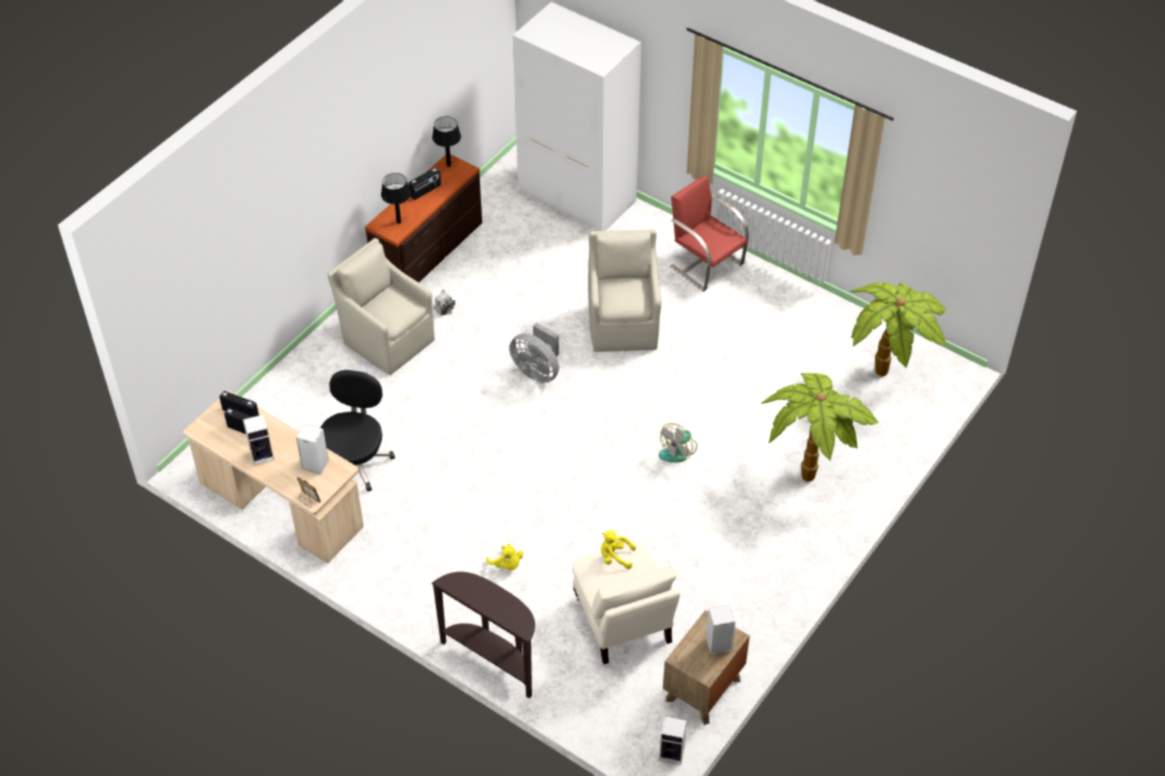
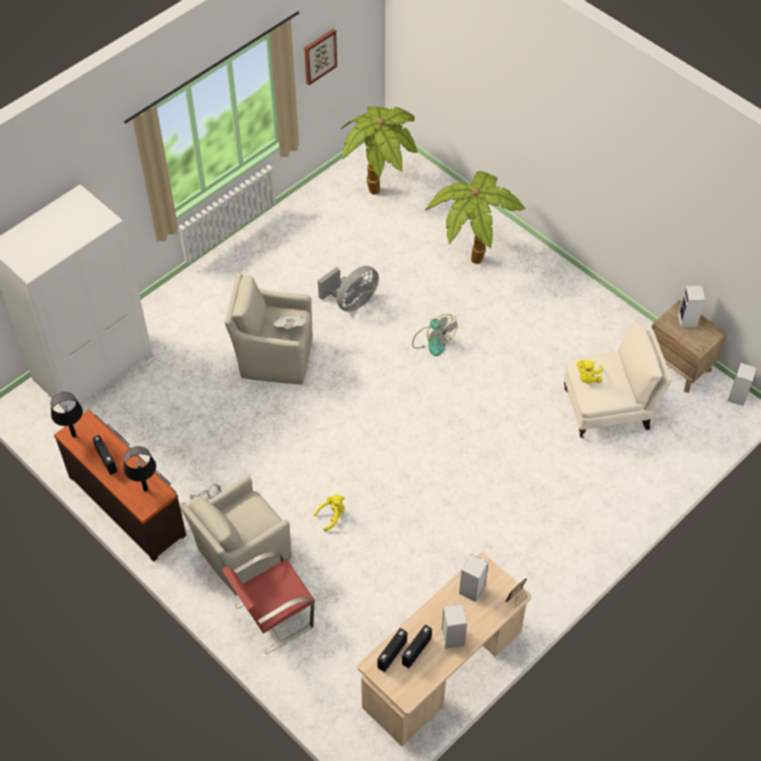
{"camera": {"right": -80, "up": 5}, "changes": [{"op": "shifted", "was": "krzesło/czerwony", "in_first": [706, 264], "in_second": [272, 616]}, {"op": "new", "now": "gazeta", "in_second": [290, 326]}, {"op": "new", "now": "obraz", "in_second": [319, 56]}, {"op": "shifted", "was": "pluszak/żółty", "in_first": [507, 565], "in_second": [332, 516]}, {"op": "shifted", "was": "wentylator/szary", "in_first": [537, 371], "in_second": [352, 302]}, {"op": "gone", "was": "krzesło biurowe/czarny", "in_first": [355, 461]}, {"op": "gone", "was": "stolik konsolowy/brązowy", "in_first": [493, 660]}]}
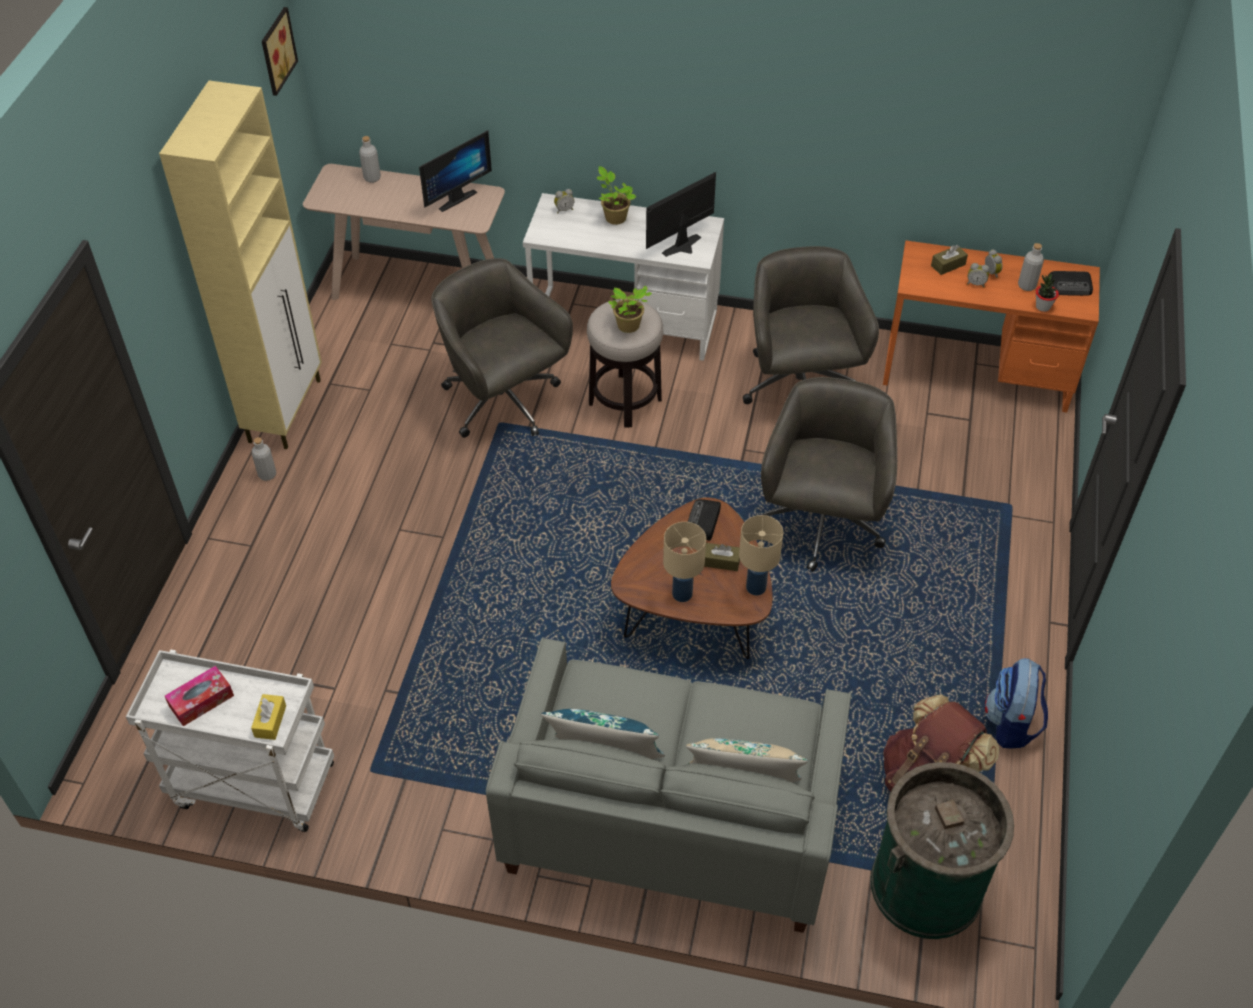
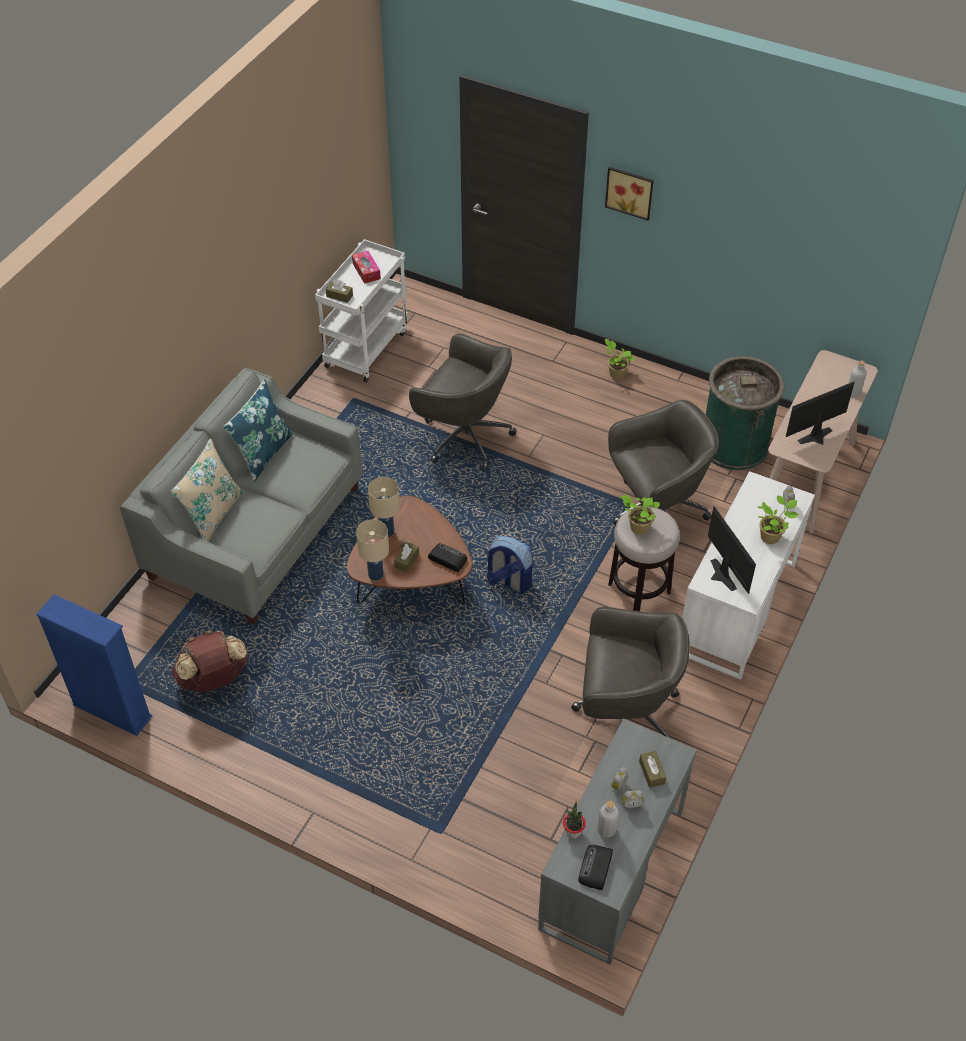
{"camera": {"right": 105, "up": 0}, "changes": [{"op": "new", "now": "regał/niebieski", "in_second": [112, 711]}, {"op": "repainted", "was": "pudełko chusteczek/żółty", "now": "pudełko chusteczek/brązowy", "in_first": [270, 721], "in_second": [339, 296]}, {"op": "shifted", "was": "krzesło biurowe/szary", "in_first": [821, 524], "in_second": [464, 436]}, {"op": "shifted", "was": "plecak", "in_first": [1011, 724], "in_second": [508, 581]}, {"op": "repainted", "was": "biurko/pomarańczowy", "now": "biurko/szary", "in_first": [977, 372], "in_second": [611, 870]}, {"op": "shifted", "was": "obraz", "in_first": [275, 50], "in_second": [630, 191]}, {"op": "swapped", "was": "butelka/szary", "now": "roślina doniczkowa", "in_first": [267, 474], "in_second": [616, 373]}, {"op": "shifted", "was": "kosz na śmieci/zielony", "in_first": [926, 885], "in_second": [734, 444]}, {"op": "rotated", "was": "monitor", "in_first": [454, 198], "in_second": [818, 438], "clockwise": 90}, {"op": "gone", "was": "szafka/beżowy", "in_first": [286, 410]}]}
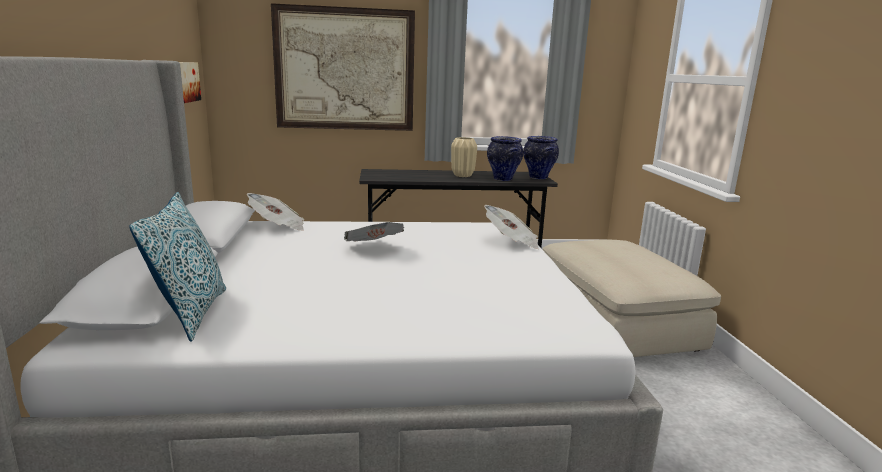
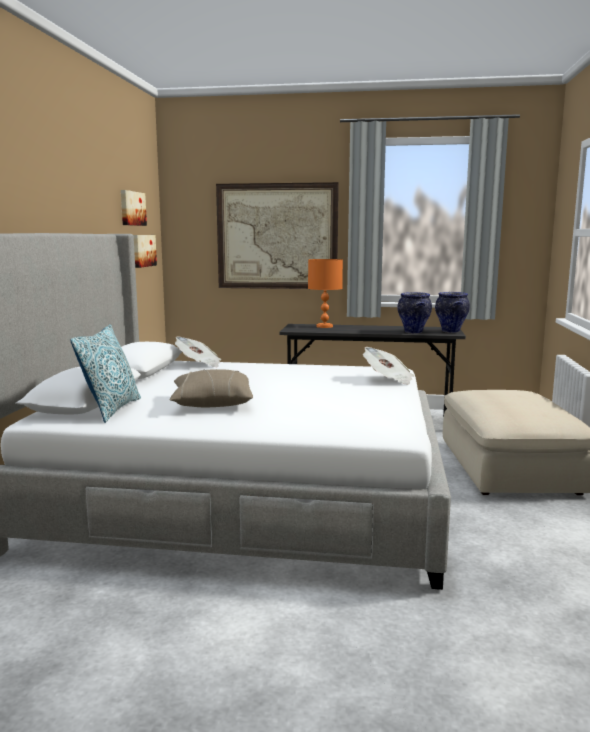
{"camera": {"right": 15, "up": -5}, "changes": [{"op": "new", "now": "obraz", "in_second": [132, 208]}, {"op": "new", "now": "poduszka/beżowy", "in_second": [212, 403]}, {"op": "new", "now": "lampa stołowa/pomarańczowy", "in_second": [324, 326]}, {"op": "gone", "was": "gazeta", "in_first": [373, 249]}, {"op": "gone", "was": "wazon/beżowy", "in_first": [462, 175]}]}
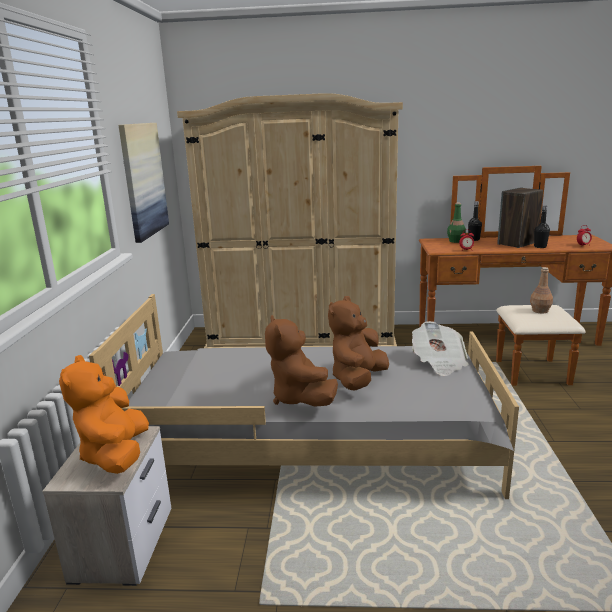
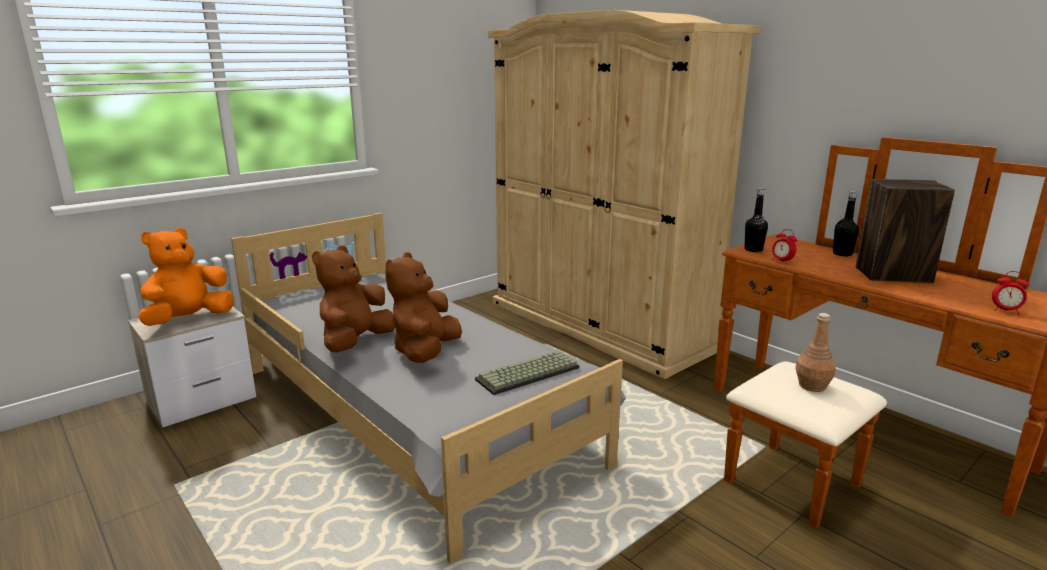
{"camera": {"right": 45, "up": 0}, "changes": [{"op": "rotated", "was": "pluszak/brązowy", "in_first": [358, 380], "in_second": [425, 352], "clockwise": -60}, {"op": "swapped", "was": "gazeta", "now": "klawiatura", "in_first": [439, 362], "in_second": [528, 375]}, {"op": "shifted", "was": "butelka/czarny", "in_first": [540, 247], "in_second": [753, 250]}, {"op": "gone", "was": "obraz", "in_first": [143, 180]}, {"op": "gone", "was": "butelka/zielony", "in_first": [456, 241]}]}
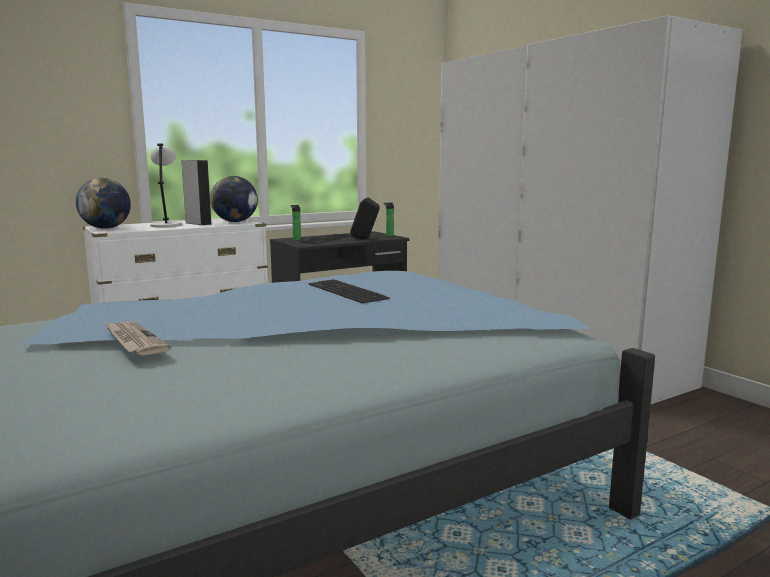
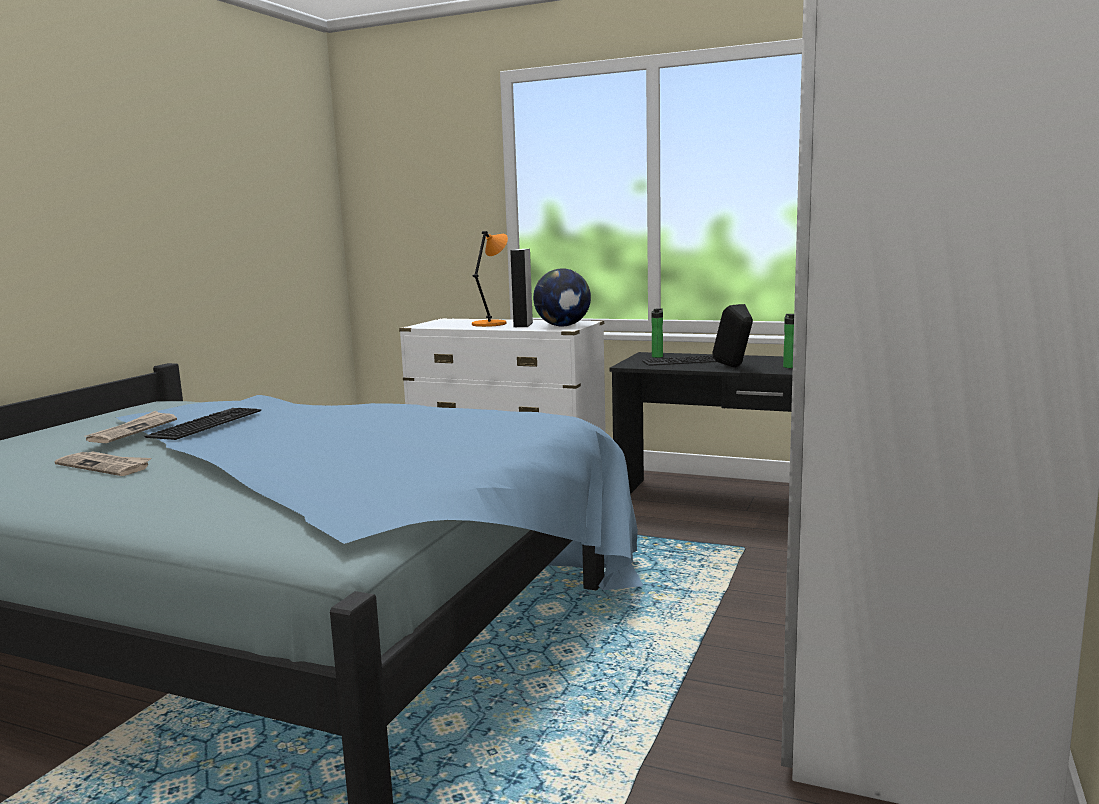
{"camera": {"right": 55, "up": 0}, "changes": [{"op": "new", "now": "gazeta", "in_second": [105, 466]}, {"op": "shifted", "was": "klawiatura", "in_first": [344, 291], "in_second": [205, 423]}, {"op": "repainted", "was": "lampa stołowa/szary", "now": "lampa stołowa/pomarańczowy", "in_first": [166, 225], "in_second": [490, 324]}, {"op": "gone", "was": "globus", "in_first": [106, 228]}]}
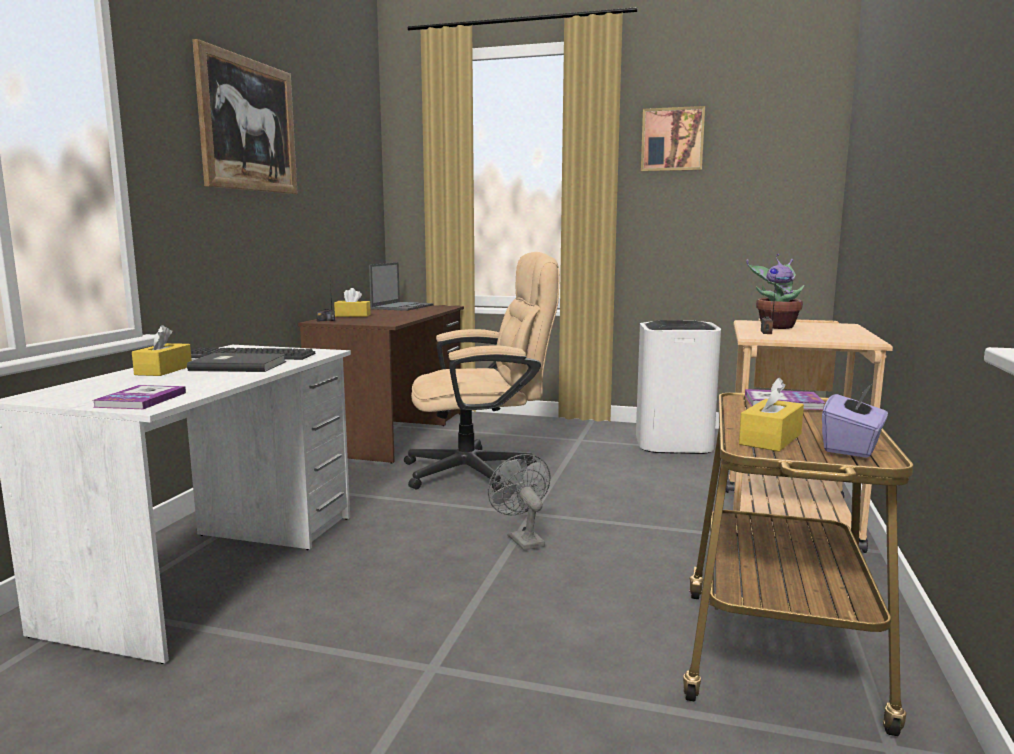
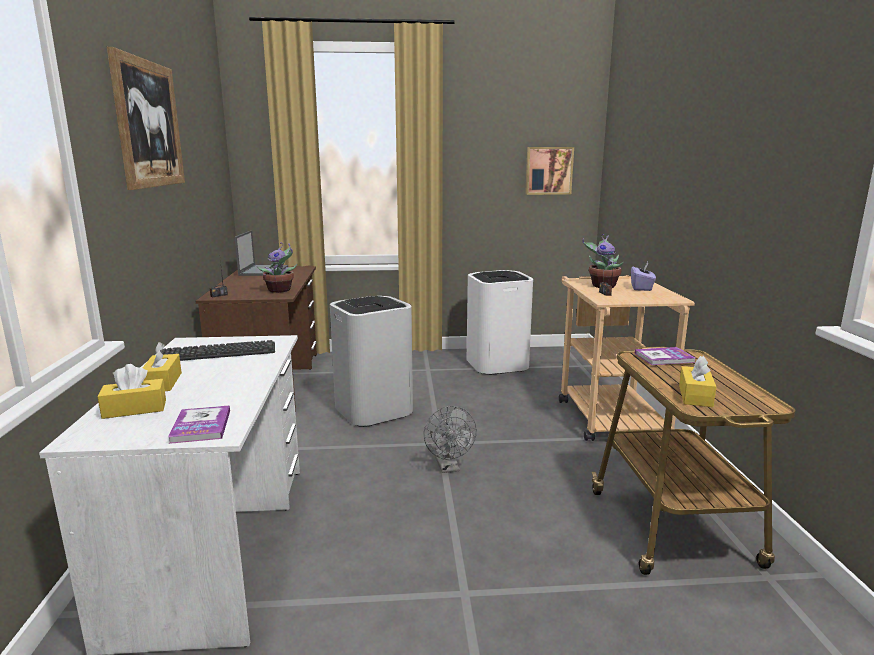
{"camera": {"right": -20, "up": 5}, "changes": [{"op": "shifted", "was": "pudełko chusteczek/żółty", "in_first": [352, 315], "in_second": [134, 409]}, {"op": "new", "now": "roślina doniczkowa", "in_second": [281, 290]}, {"op": "swapped", "was": "krzesło biurowe/beżowy", "now": "kosz na śmieci/biały", "in_first": [482, 471], "in_second": [374, 410]}, {"op": "rotated", "was": "wentylator/szary", "in_first": [522, 539], "in_second": [449, 467], "clockwise": -150}, {"op": "shifted", "was": "obraz", "in_first": [672, 140], "in_second": [548, 170]}, {"op": "shifted", "was": "pudełko chusteczek/fioletowy", "in_first": [852, 447], "in_second": [641, 288]}, {"op": "gone", "was": "książka/szary", "in_first": [238, 365]}]}
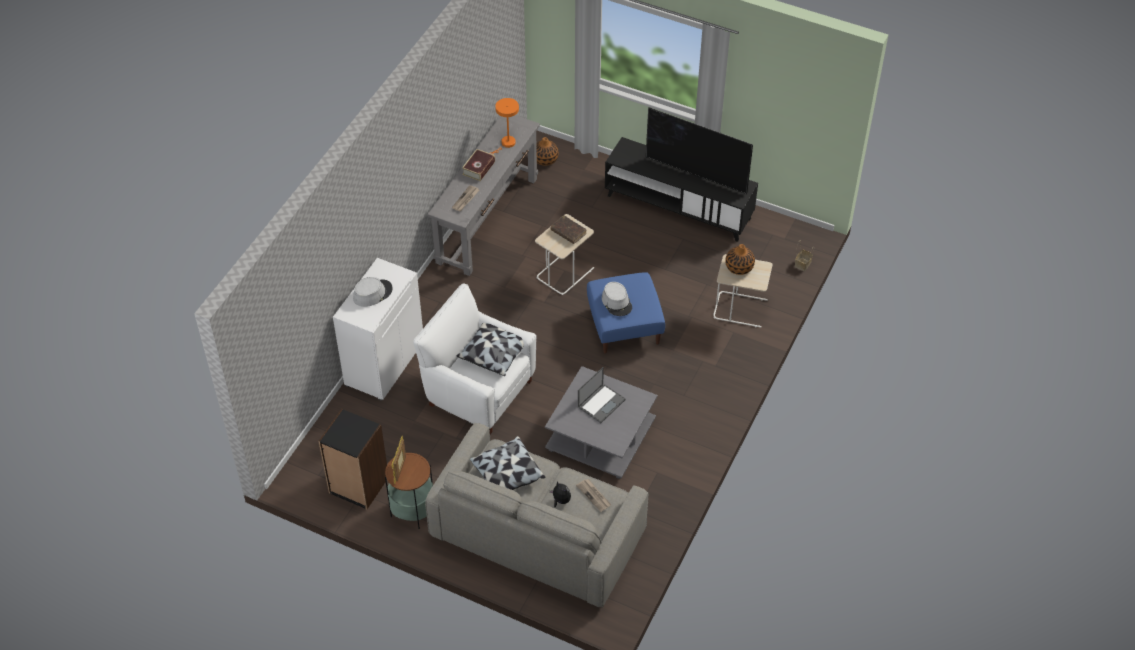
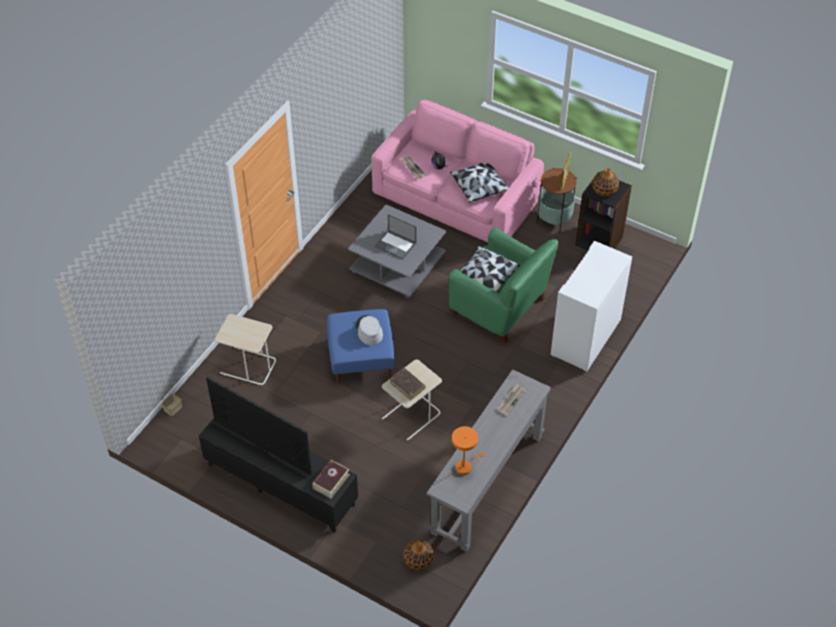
{"camera": {"right": -175, "up": 0}, "changes": [{"op": "shifted", "was": "książka", "in_first": [478, 168], "in_second": [331, 481]}, {"op": "repainted", "was": "kanapa/szary", "now": "kanapa/różowy", "in_first": [537, 534], "in_second": [456, 198]}, {"op": "rotated", "was": "laptop", "in_first": [601, 403], "in_second": [396, 245], "clockwise": -105}, {"op": "repainted", "was": "fotel/biały", "now": "fotel/zielony", "in_first": [478, 391], "in_second": [500, 307]}, {"op": "shifted", "was": "wazon", "in_first": [739, 267], "in_second": [604, 190]}, {"op": "gone", "was": "kapelusz/szary", "in_first": [372, 293]}]}
